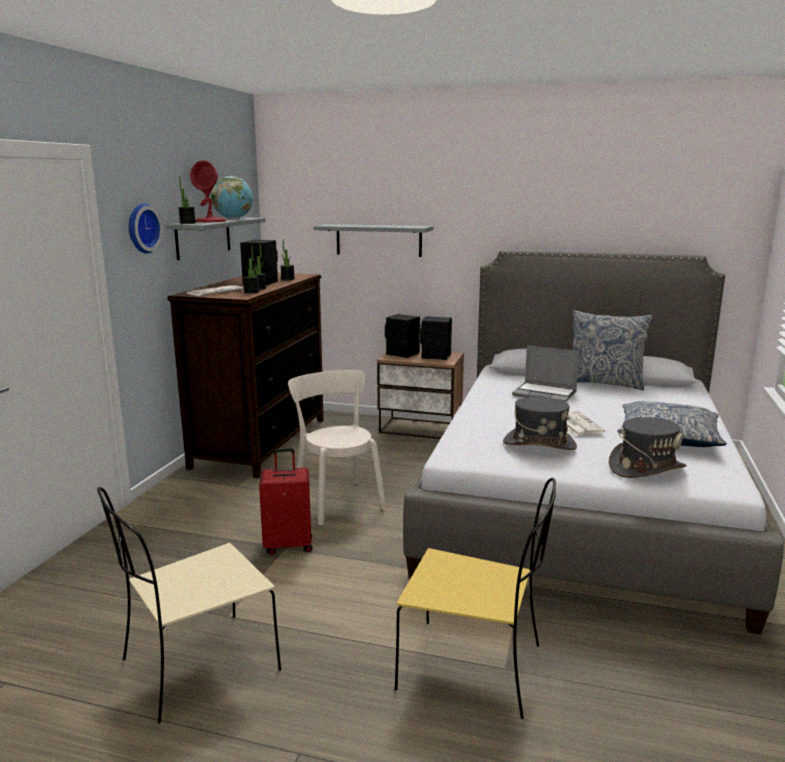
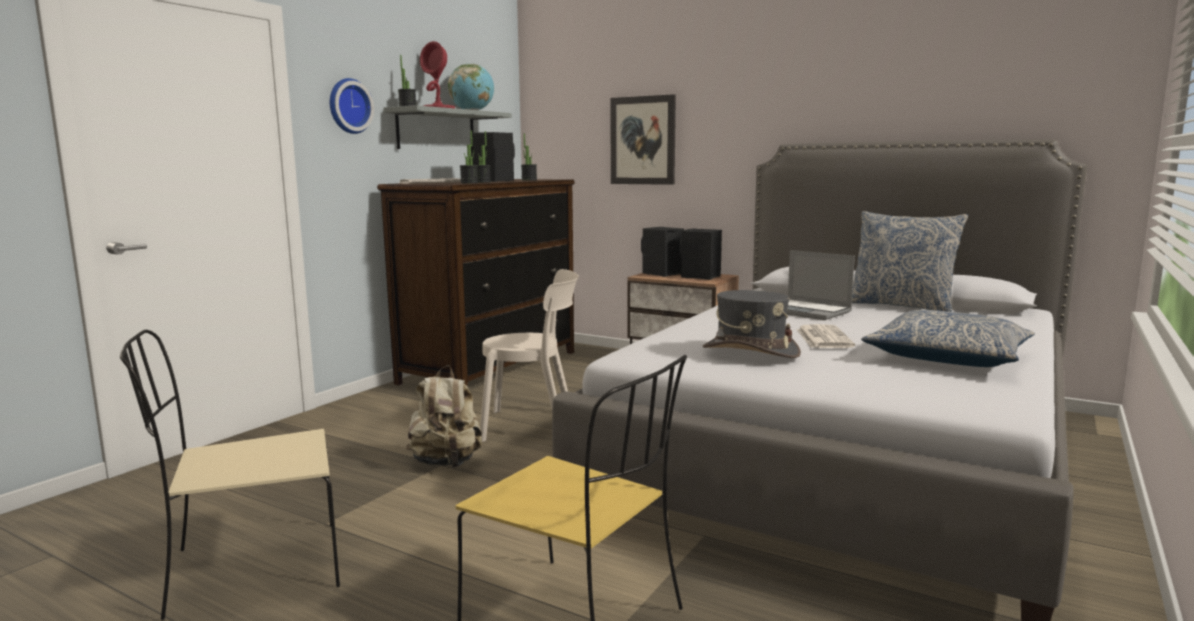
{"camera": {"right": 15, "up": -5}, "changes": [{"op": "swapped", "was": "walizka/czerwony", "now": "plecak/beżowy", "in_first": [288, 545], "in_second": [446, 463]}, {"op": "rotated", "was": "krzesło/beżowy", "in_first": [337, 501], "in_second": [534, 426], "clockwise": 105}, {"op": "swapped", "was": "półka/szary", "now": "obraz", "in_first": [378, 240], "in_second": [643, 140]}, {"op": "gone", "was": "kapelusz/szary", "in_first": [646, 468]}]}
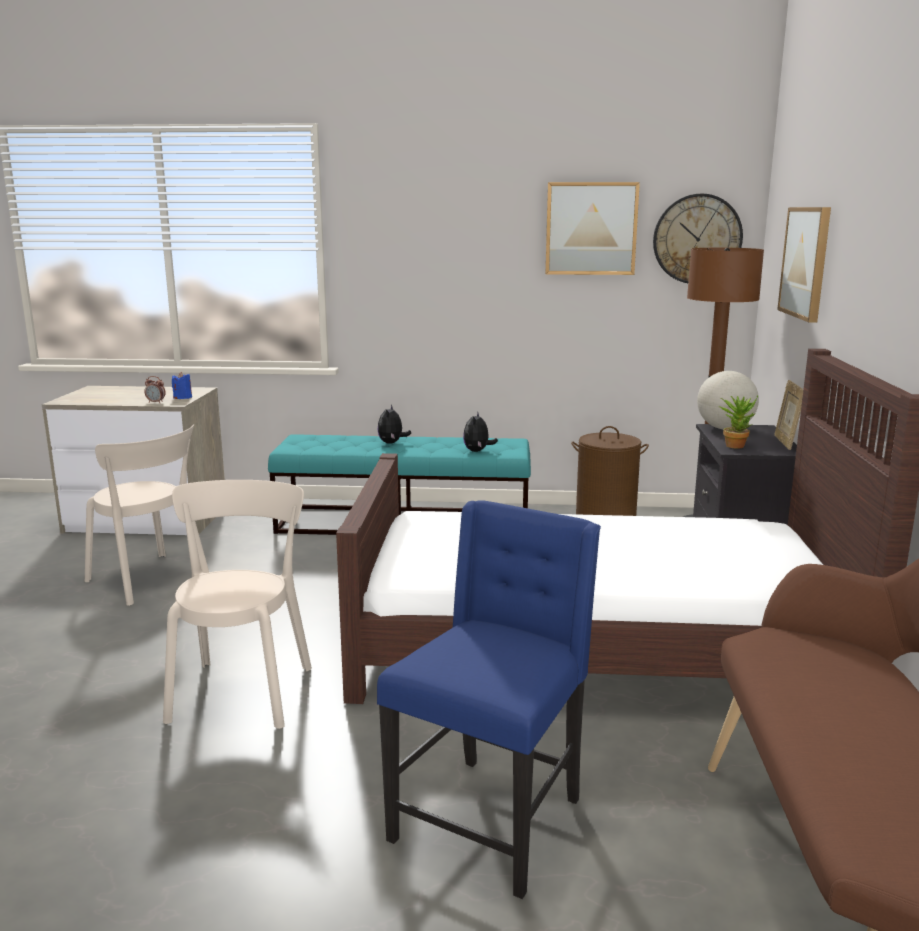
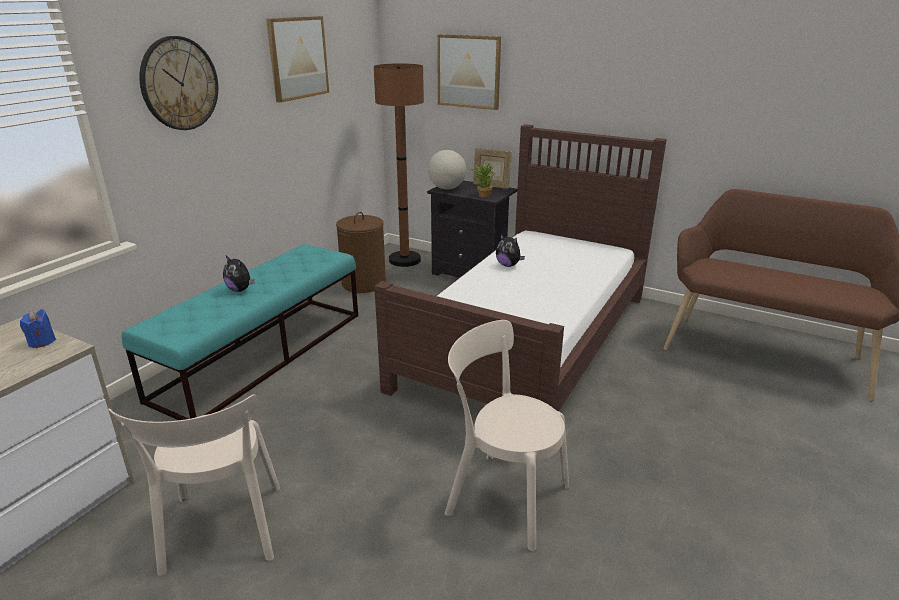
{"camera": {"right": -65, "up": 10}, "changes": [{"op": "rotated", "was": "krzesło/beżowy", "in_first": [150, 580], "in_second": [223, 533], "clockwise": 105}, {"op": "shifted", "was": "zegar ścienny", "in_first": [697, 239], "in_second": [179, 84]}, {"op": "shifted", "was": "pluszak", "in_first": [477, 451], "in_second": [508, 265]}, {"op": "gone", "was": "budzik", "in_first": [156, 402]}, {"op": "gone", "was": "krzesło/niebieski", "in_first": [491, 819]}]}
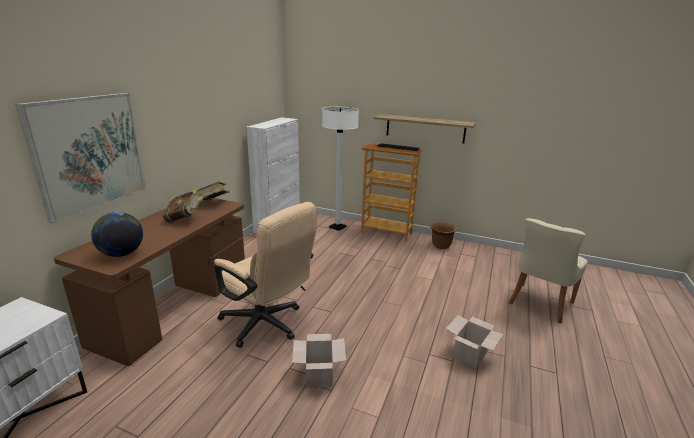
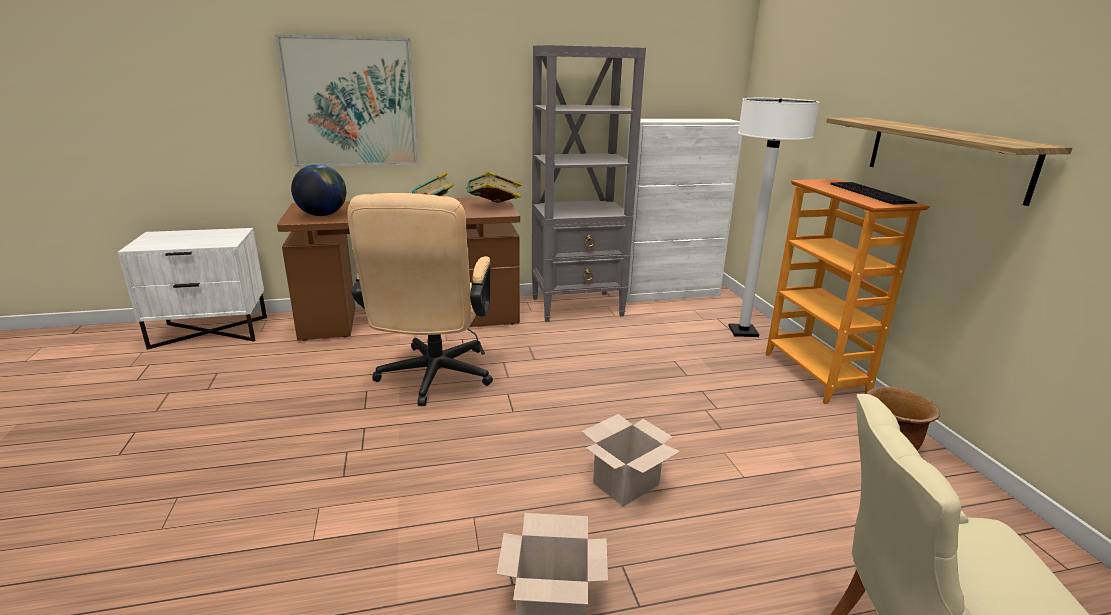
{"camera": {"right": 55, "up": 0}, "changes": [{"op": "new", "now": "regał/szary", "in_second": [578, 307]}, {"op": "shifted", "was": "karton", "in_first": [318, 374], "in_second": [626, 483]}]}
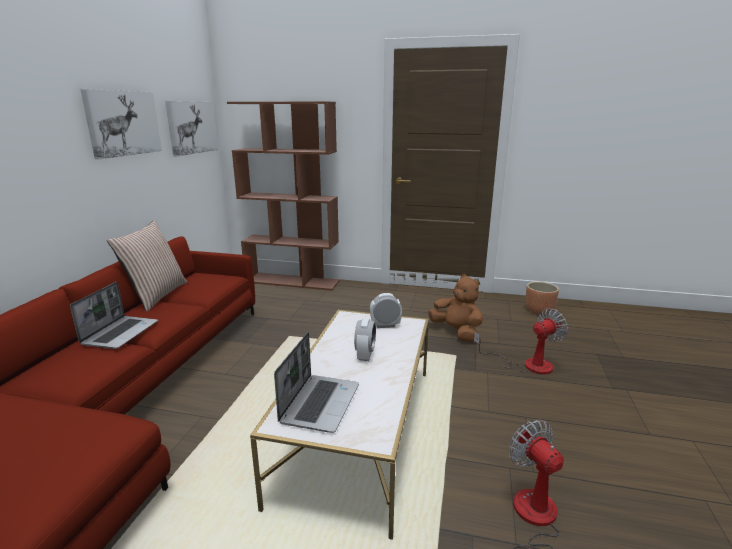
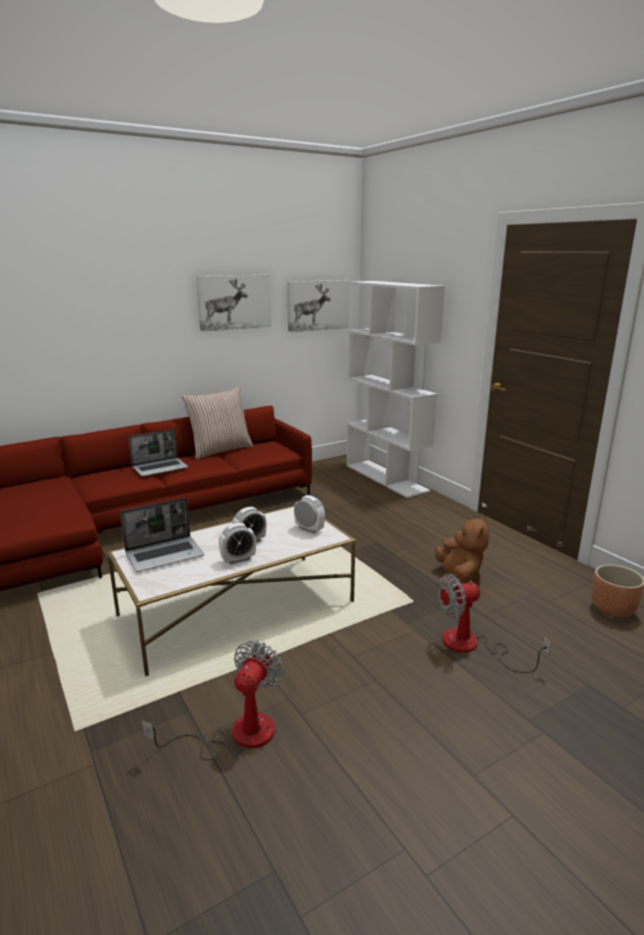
{"camera": {"right": 45, "up": 0}, "changes": [{"op": "new", "now": "budzik", "in_second": [238, 559]}, {"op": "repainted", "was": "regał/brązowy", "now": "regał/biały", "in_first": [293, 281], "in_second": [386, 478]}, {"op": "rotated", "was": "wentylator", "in_first": [527, 364], "in_second": [472, 646], "clockwise": 150}]}
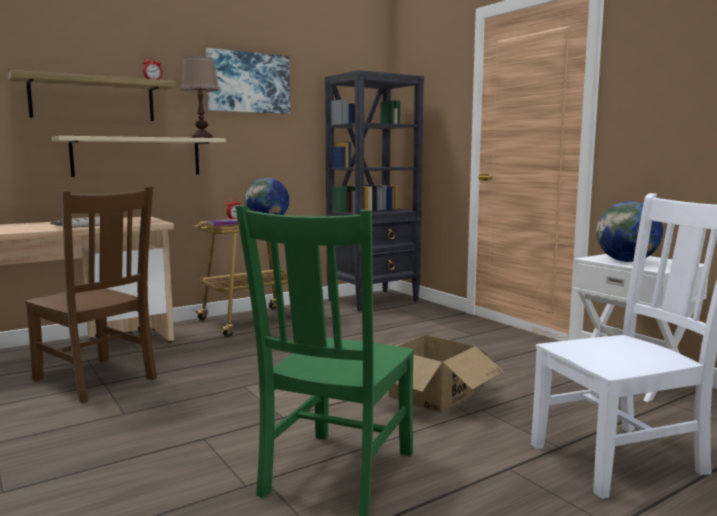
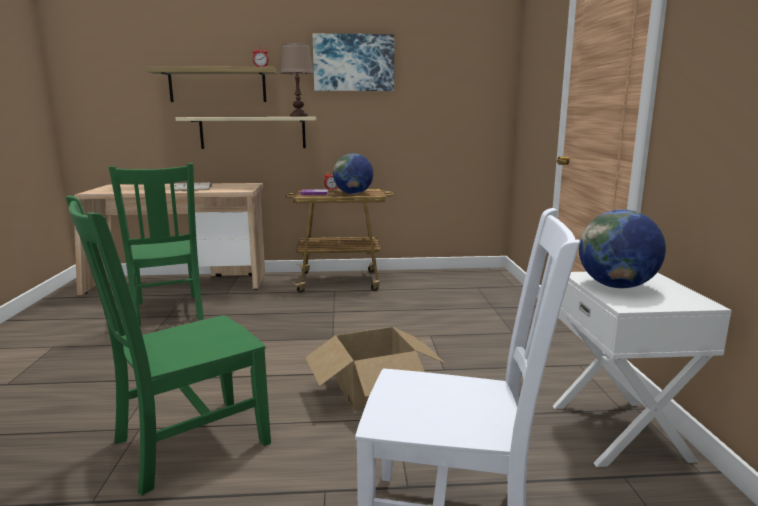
{"camera": {"right": 30, "up": 5}, "changes": [{"op": "repainted", "was": "krzesło/brązowy", "now": "krzesło/zielony", "in_first": [97, 380], "in_second": [168, 312]}, {"op": "gone", "was": "regał/czarny", "in_first": [374, 301]}]}
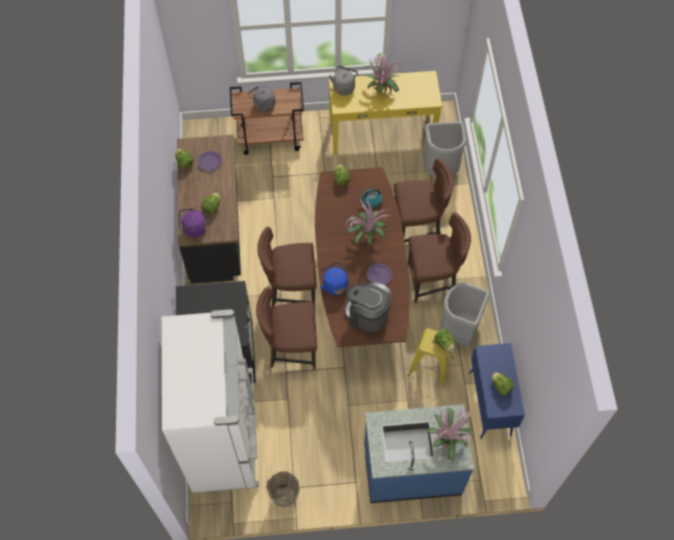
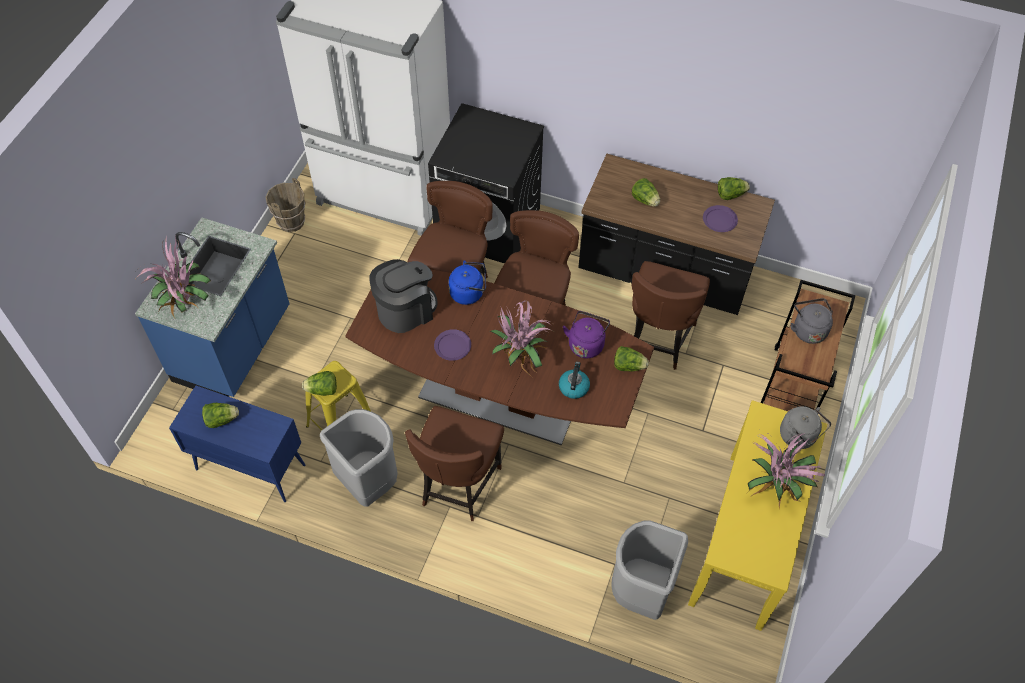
{"camera": {"right": 115, "up": -5}, "changes": [{"op": "shifted", "was": "czajnik/fioletowy", "in_first": [193, 229], "in_second": [586, 344]}, {"op": "shifted", "was": "krzesło/brązowy", "in_first": [418, 228], "in_second": [658, 340]}]}
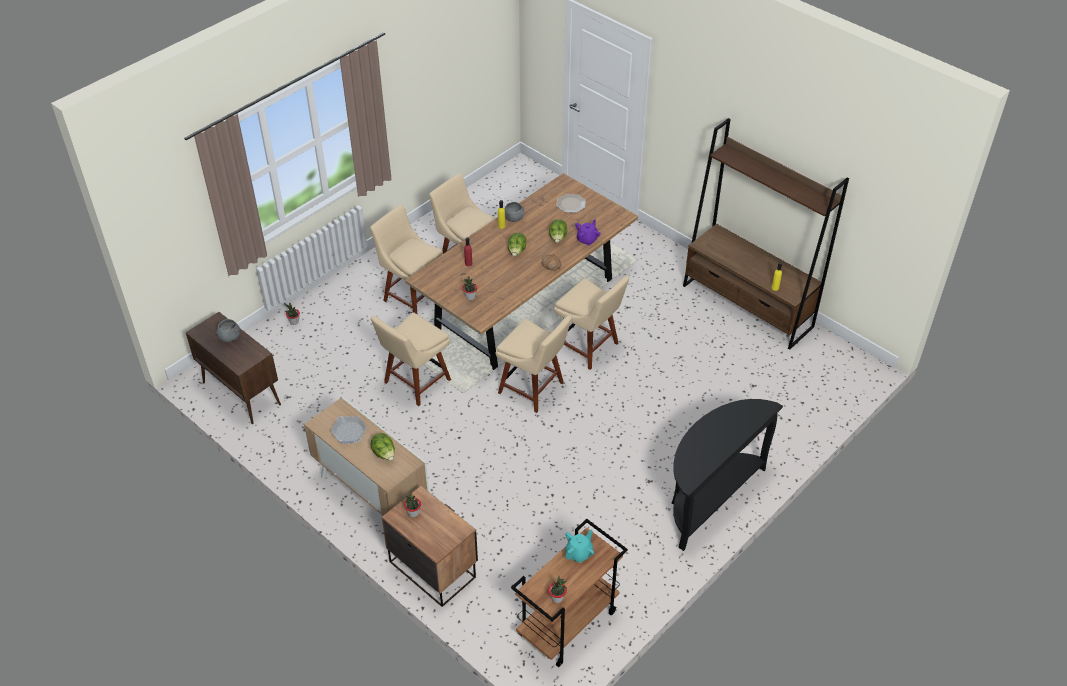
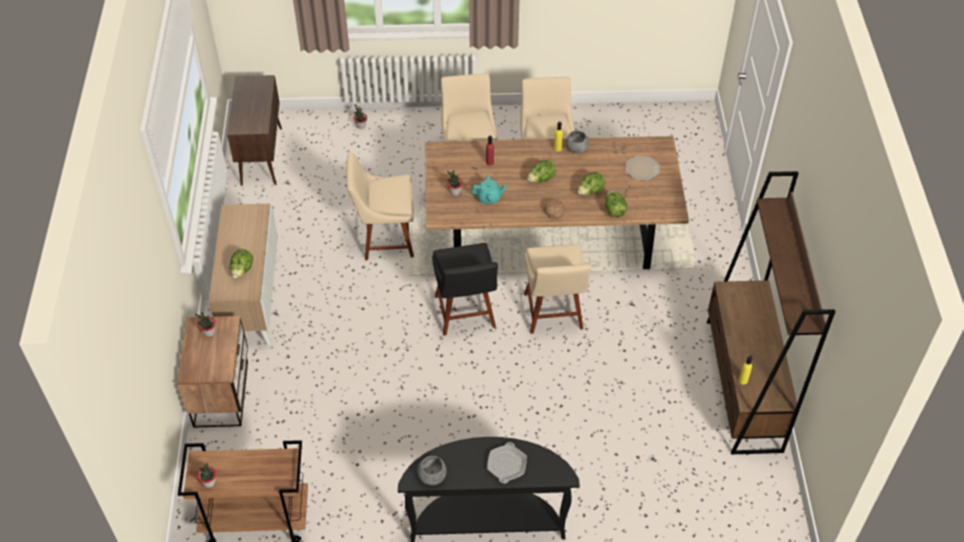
{"camera": {"right": 45, "up": 5}, "changes": [{"op": "shifted", "was": "miska/szary", "in_first": [230, 337], "in_second": [432, 477]}, {"op": "repainted", "was": "krzesło/beżowy", "now": "krzesło/czarny", "in_first": [533, 389], "in_second": [465, 314]}, {"op": "shifted", "was": "imbryk/turkusowy", "in_first": [579, 553], "in_second": [489, 198]}, {"op": "shifted", "was": "patelnia", "in_first": [349, 432], "in_second": [506, 465]}, {"op": "swapped", "was": "imbryk/fioletowy", "now": "sałata", "in_first": [587, 239], "in_second": [614, 210]}]}
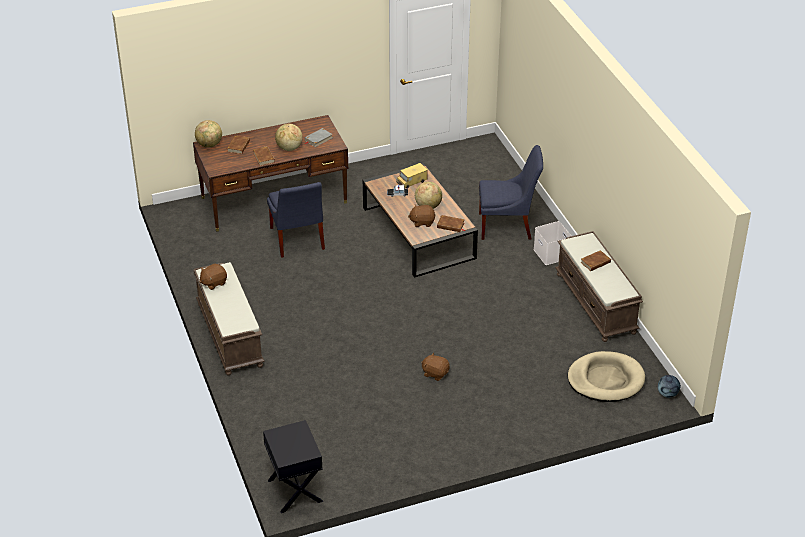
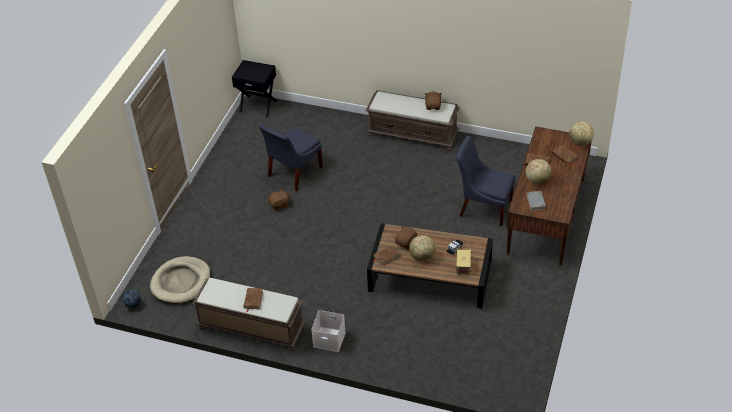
{"camera": {"right": 130, "up": 5}, "changes": [{"op": "shifted", "was": "krzesło/niebieski", "in_first": [508, 226], "in_second": [293, 173]}]}
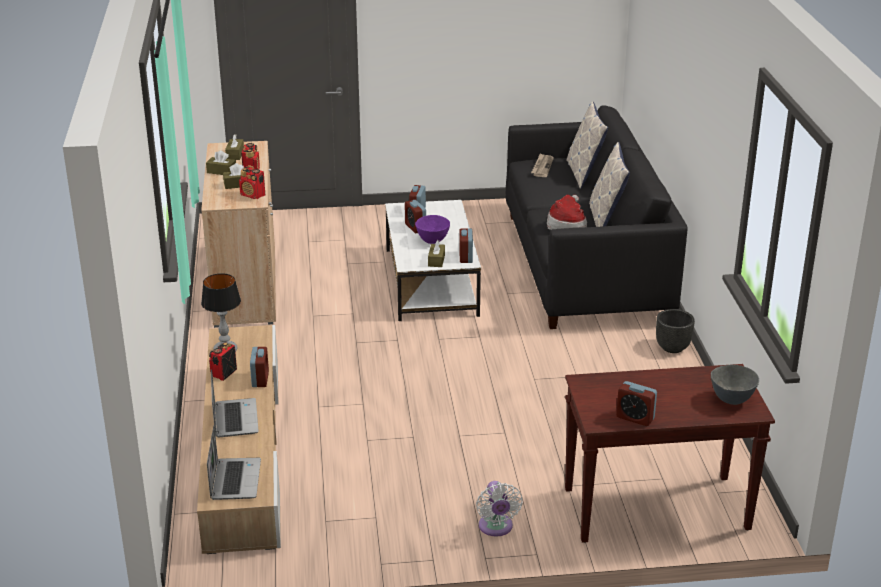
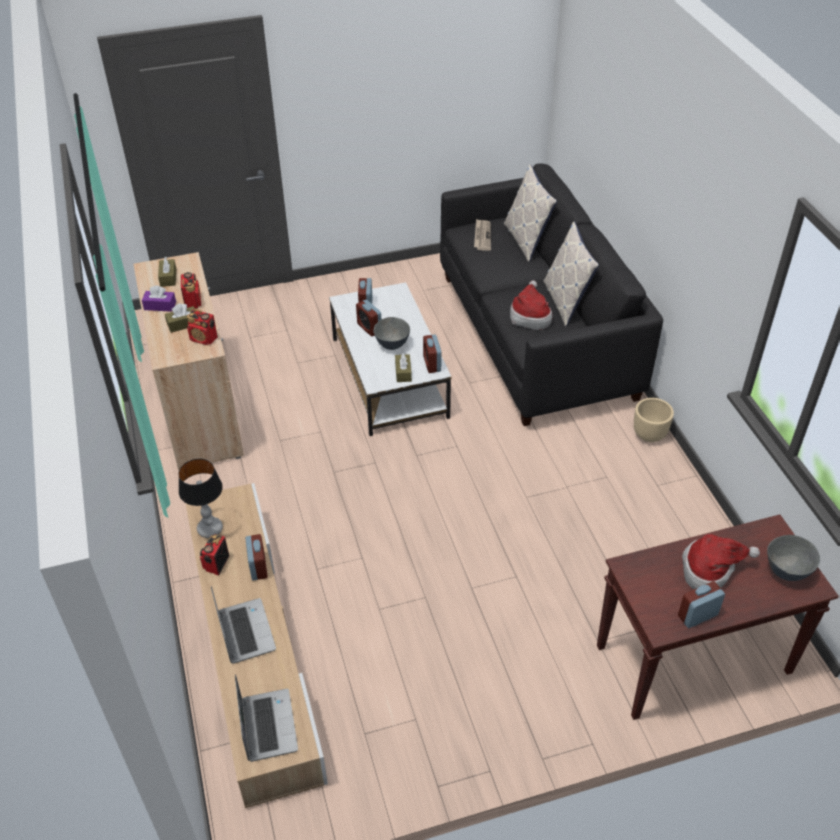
{"camera": {"right": -10, "up": 15}, "changes": [{"op": "repainted", "was": "pudełko chusteczek/brązowy", "now": "pudełko chusteczek/fioletowy", "in_first": [221, 171], "in_second": [160, 306]}, {"op": "repainted", "was": "miska/fioletowy", "now": "miska/szary", "in_first": [432, 241], "in_second": [391, 345]}, {"op": "repainted", "was": "donica/czarny", "now": "donica/beżowy", "in_first": [673, 348], "in_second": [649, 435]}, {"op": "rotated", "was": "budzik", "in_first": [635, 418], "in_second": [697, 615], "clockwise": 135}, {"op": "new", "now": "kapelusz", "in_second": [710, 570]}, {"op": "gone", "was": "wentylator/biały", "in_first": [496, 528]}]}
